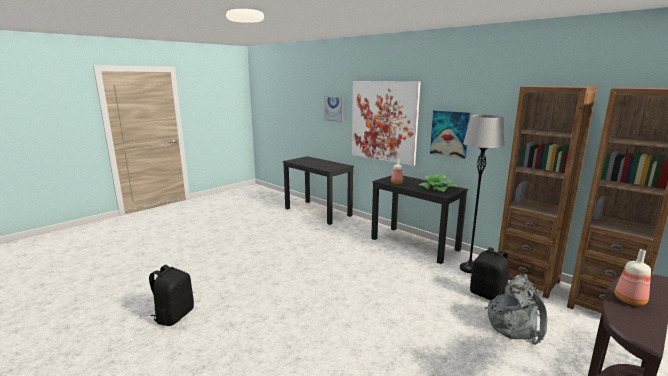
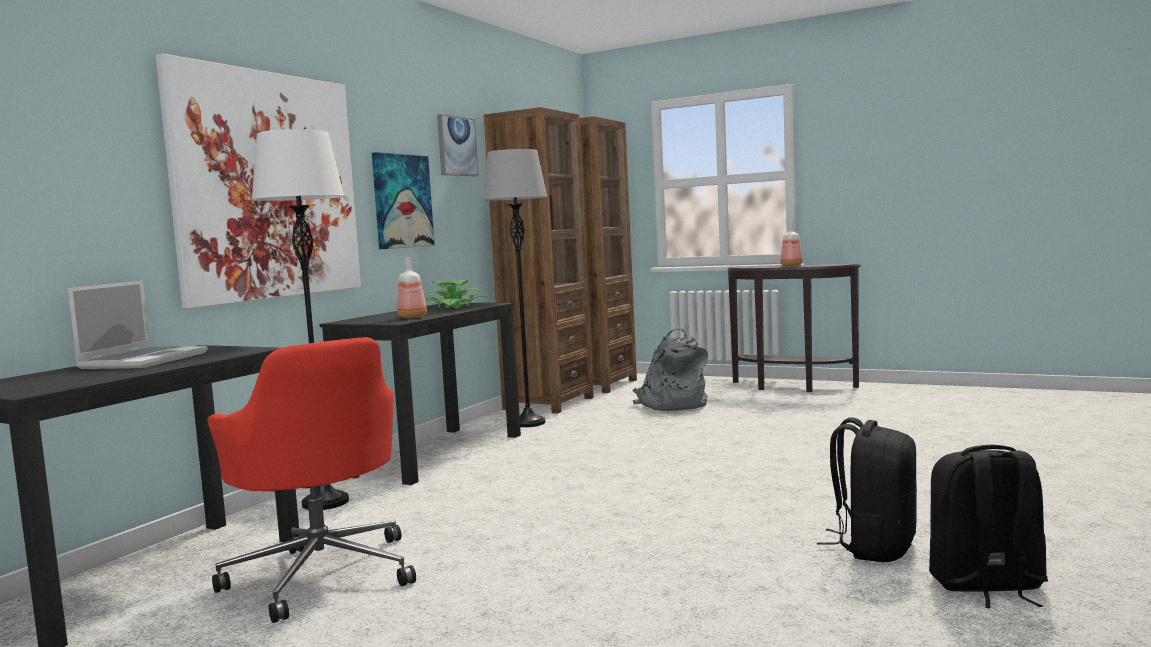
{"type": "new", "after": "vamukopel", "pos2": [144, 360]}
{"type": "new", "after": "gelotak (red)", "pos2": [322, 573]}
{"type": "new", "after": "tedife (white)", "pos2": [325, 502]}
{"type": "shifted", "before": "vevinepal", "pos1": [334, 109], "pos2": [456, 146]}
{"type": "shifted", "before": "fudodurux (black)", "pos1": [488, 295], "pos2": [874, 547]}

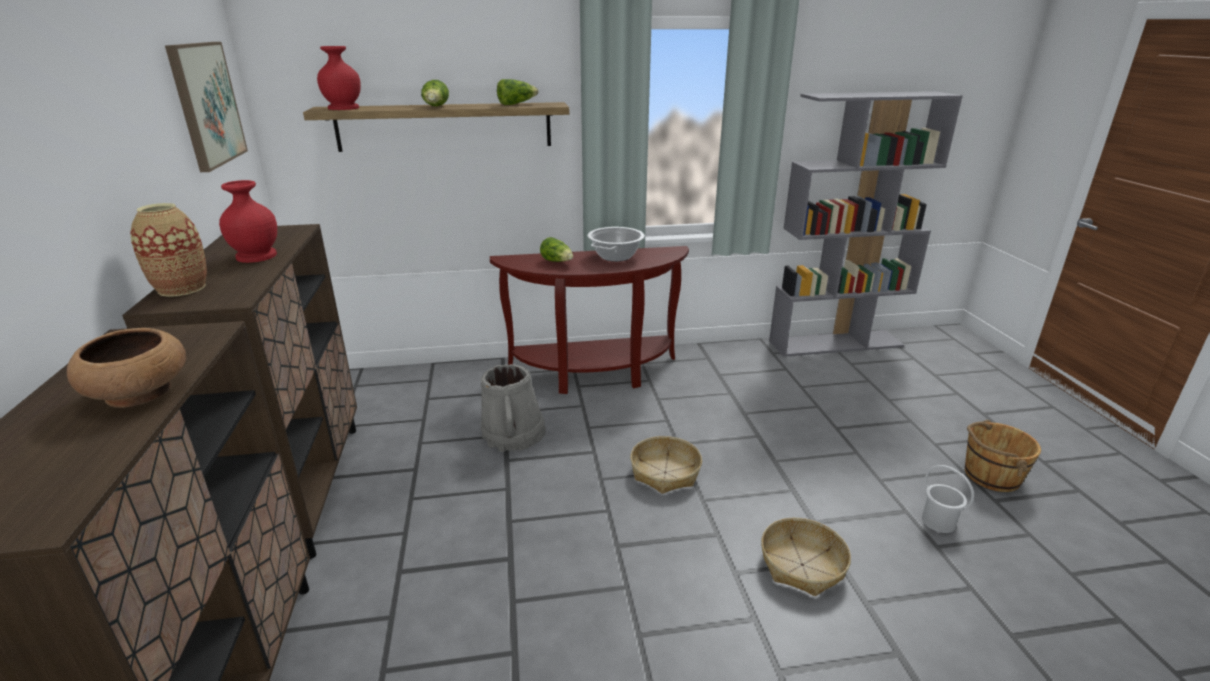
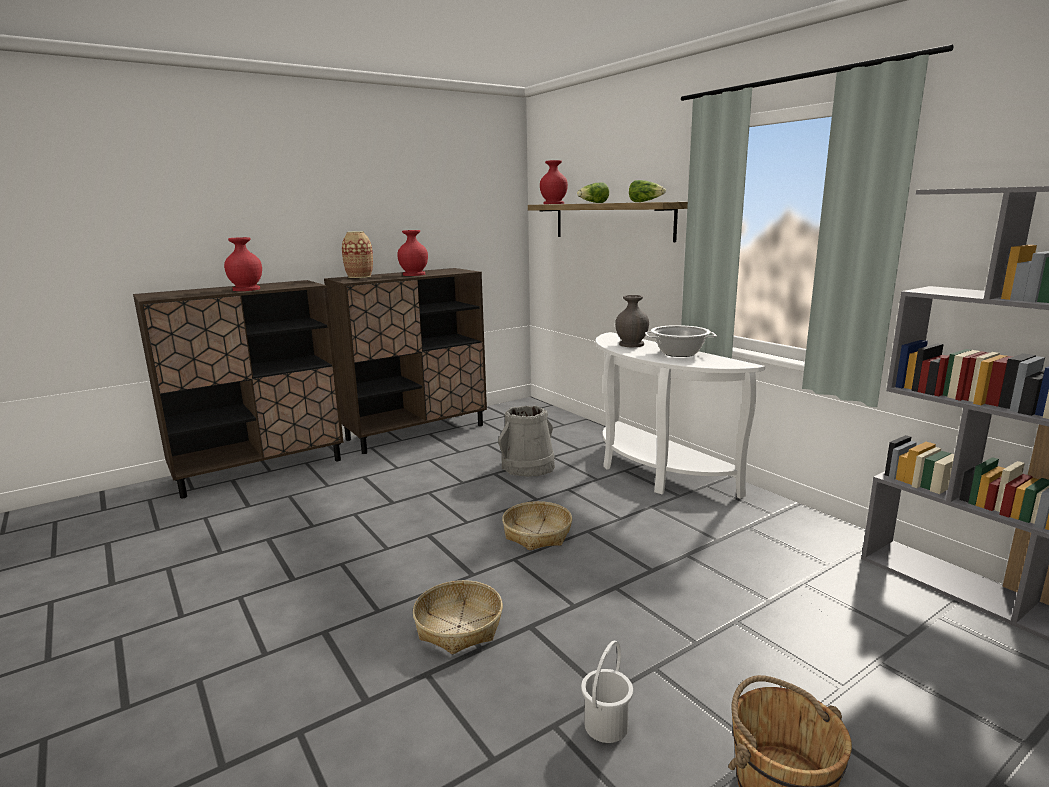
{"type": "swapped", "before": "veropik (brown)", "after": "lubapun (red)", "pos1": [140, 393], "pos2": [246, 289]}
{"type": "repainted", "before": "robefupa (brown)", "after": "robefupa (white)", "pos1": [595, 374], "pos2": [653, 472]}
{"type": "swapped", "before": "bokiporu", "after": "lubapun (grey)", "pos1": [557, 262], "pos2": [631, 344]}
{"type": "gone", "before": "vevinepal", "pos1": [206, 104]}

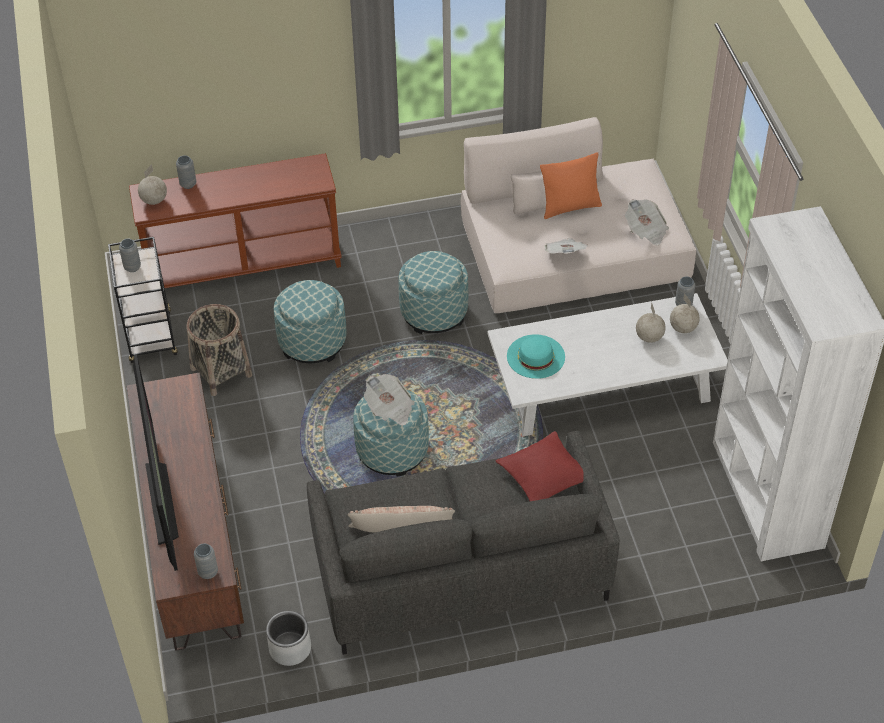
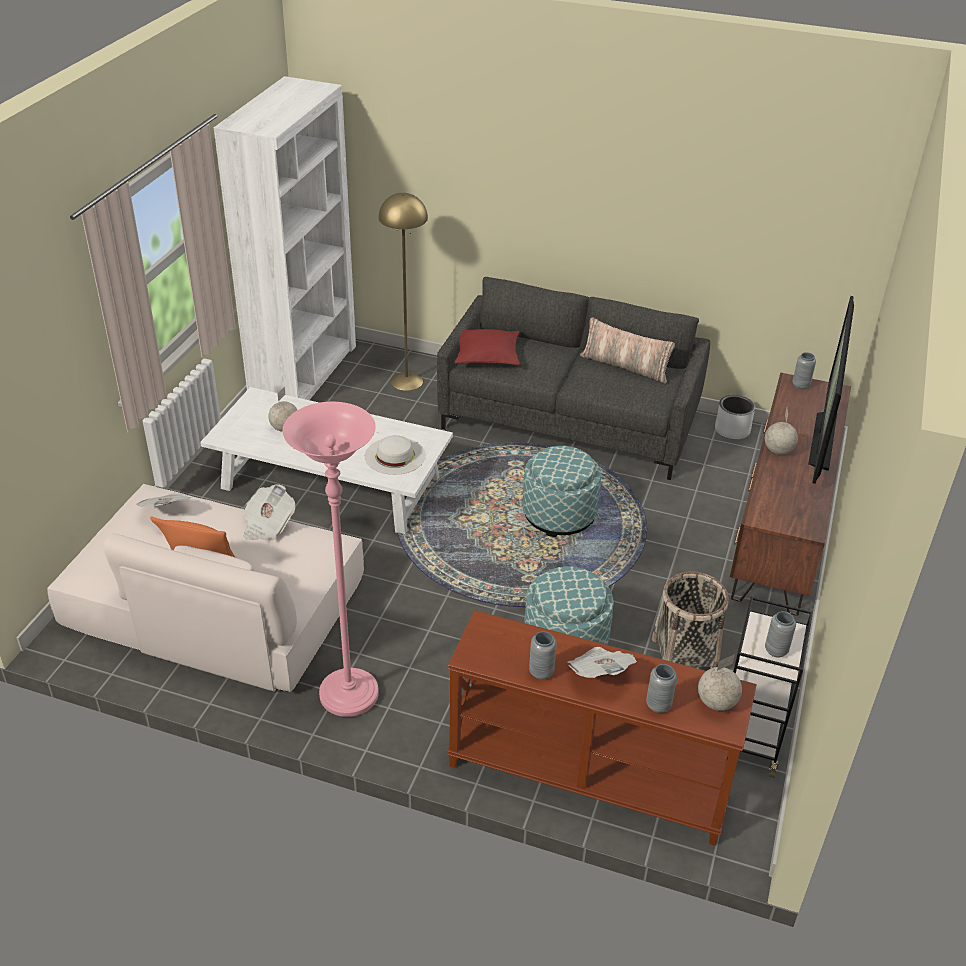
{"type": "new", "after": "tedife (pink)", "pos2": [349, 695]}
{"type": "repainted", "before": "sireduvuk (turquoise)", "after": "sireduvuk (white)", "pos1": [535, 356], "pos2": [395, 456]}
{"type": "new", "after": "tedife (yellow)", "pos2": [406, 381]}
{"type": "shifted", "before": "lubapun (grey)", "pos1": [683, 304], "pos2": [541, 672]}
{"type": "shifted", "before": "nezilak", "pos1": [390, 408], "pos2": [599, 674]}
{"type": "shifted", "before": "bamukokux", "pos1": [683, 328], "pos2": [777, 451]}
{"type": "gone", "before": "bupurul", "pos1": [434, 312]}

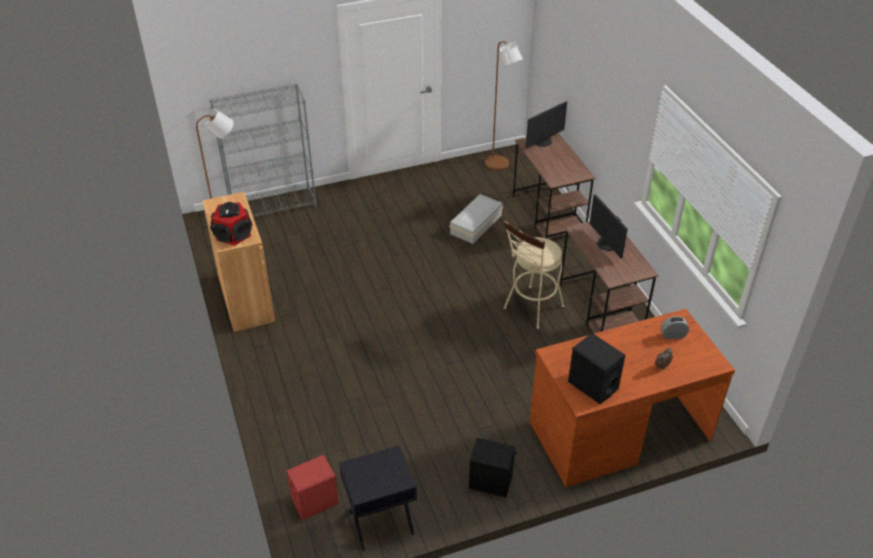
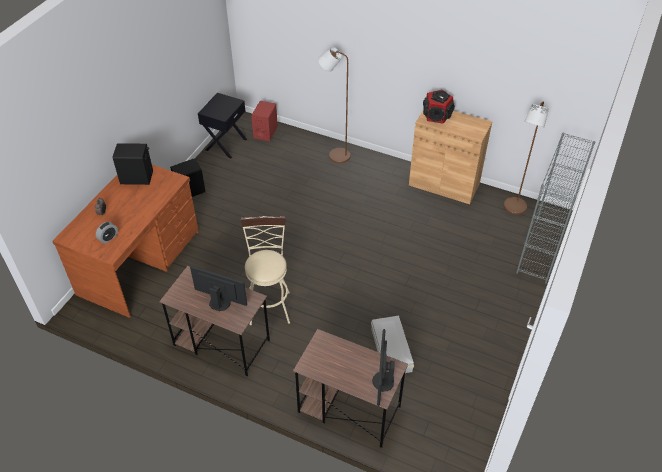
{"type": "shifted", "before": "tedife (brown)", "pos1": [500, 165], "pos2": [335, 155]}

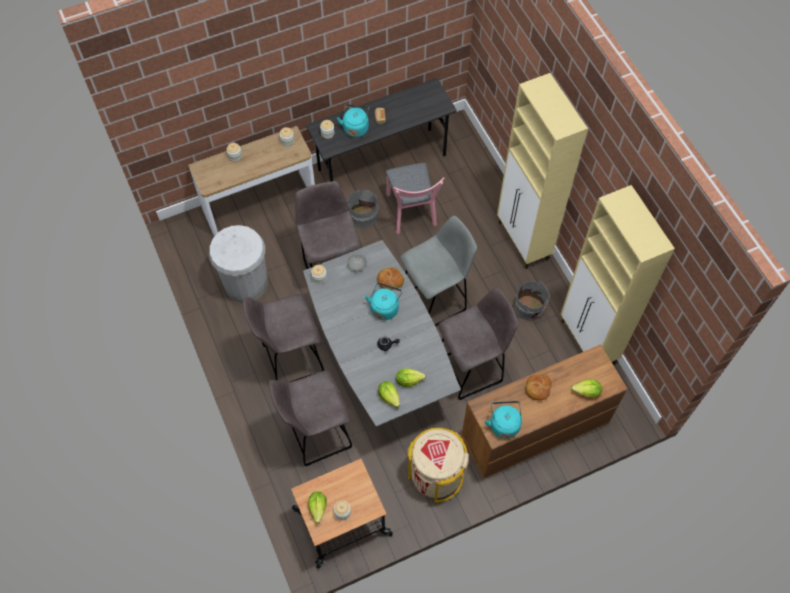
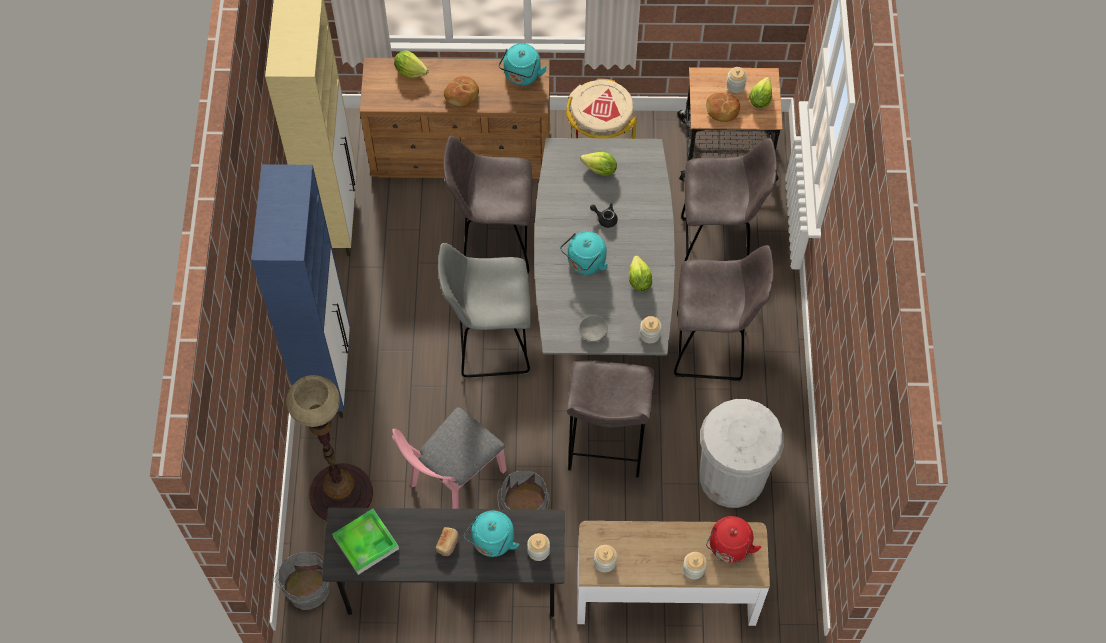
{"type": "repainted", "before": "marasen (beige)", "after": "marasen (blue)", "pos1": [523, 242], "pos2": [328, 376]}
{"type": "shifted", "before": "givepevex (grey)", "pos1": [530, 309], "pos2": [307, 587]}
{"type": "new", "after": "tedife", "pos2": [340, 494]}
{"type": "new", "after": "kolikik", "pos2": [366, 543]}
{"type": "rotated", "before": "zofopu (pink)", "pos1": [412, 213], "pos2": [453, 483], "turn": -150}
{"type": "shifted", "before": "bokiporu", "pos1": [389, 396], "pos2": [639, 281]}
{"type": "shifted", "before": "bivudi", "pos1": [390, 280], "pos2": [722, 110]}
{"type": "new", "after": "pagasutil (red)", "pos2": [729, 548]}

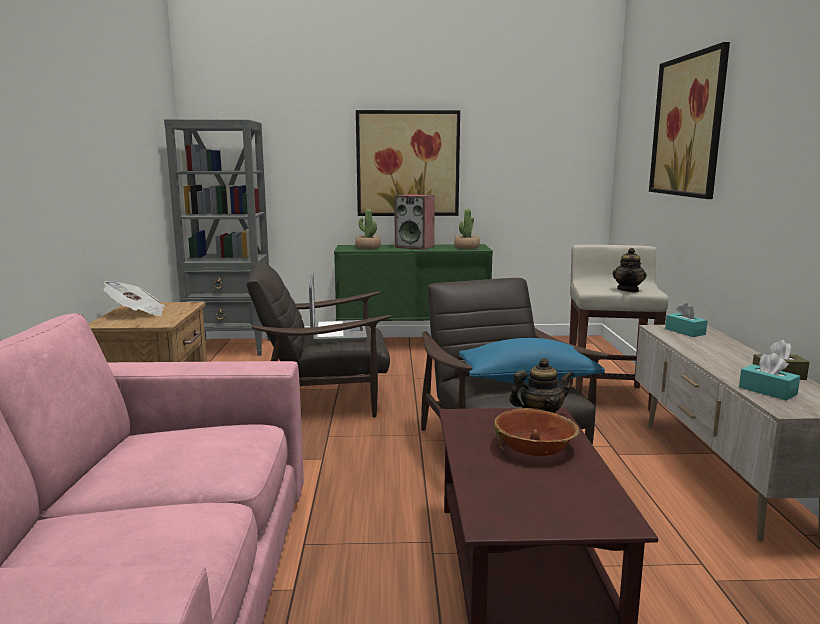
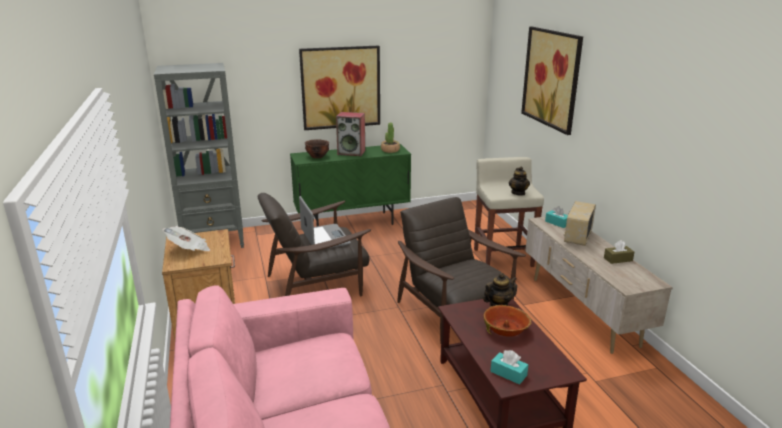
{"type": "swapped", "before": "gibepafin", "after": "veropik (brown)", "pos1": [368, 247], "pos2": [317, 156]}
{"type": "shifted", "before": "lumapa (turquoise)", "pos1": [767, 391], "pos2": [508, 373]}
{"type": "new", "after": "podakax", "pos2": [577, 237]}
{"type": "gone", "before": "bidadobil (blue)", "pos1": [527, 380]}

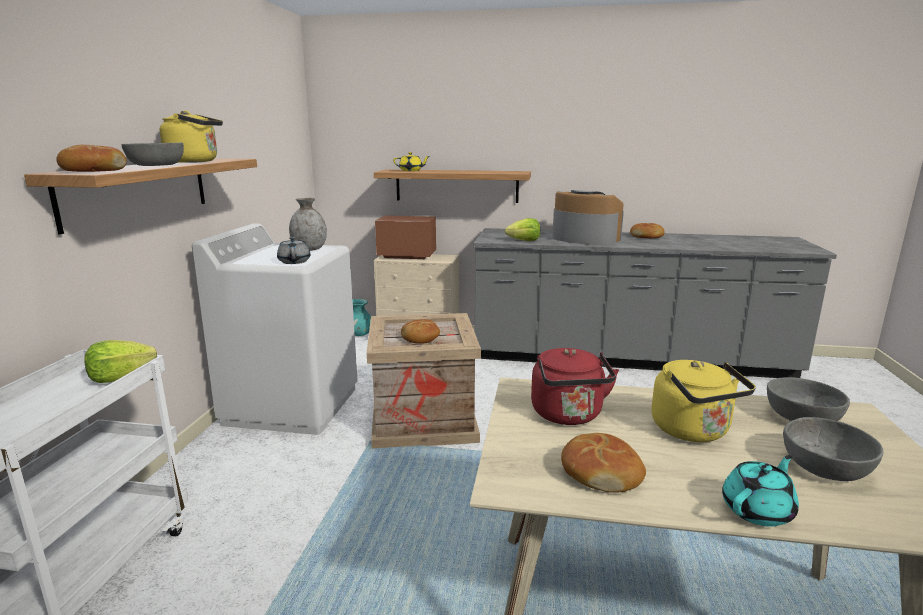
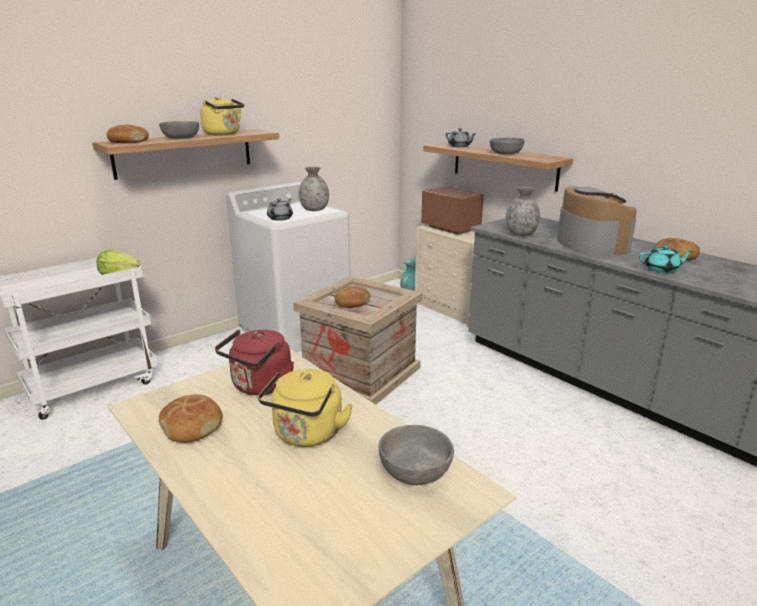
{"type": "repainted", "before": "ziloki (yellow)", "after": "ziloki (grey)", "pos1": [411, 170], "pos2": [459, 146]}
{"type": "shifted", "before": "veropik (grey)", "pos1": [825, 467], "pos2": [505, 153]}
{"type": "swapped", "before": "bokiporu", "after": "lubapun (grey)", "pos1": [524, 241], "pos2": [521, 234]}
{"type": "shifted", "before": "ziloki (turquoise)", "pos1": [758, 510], "pos2": [662, 270]}

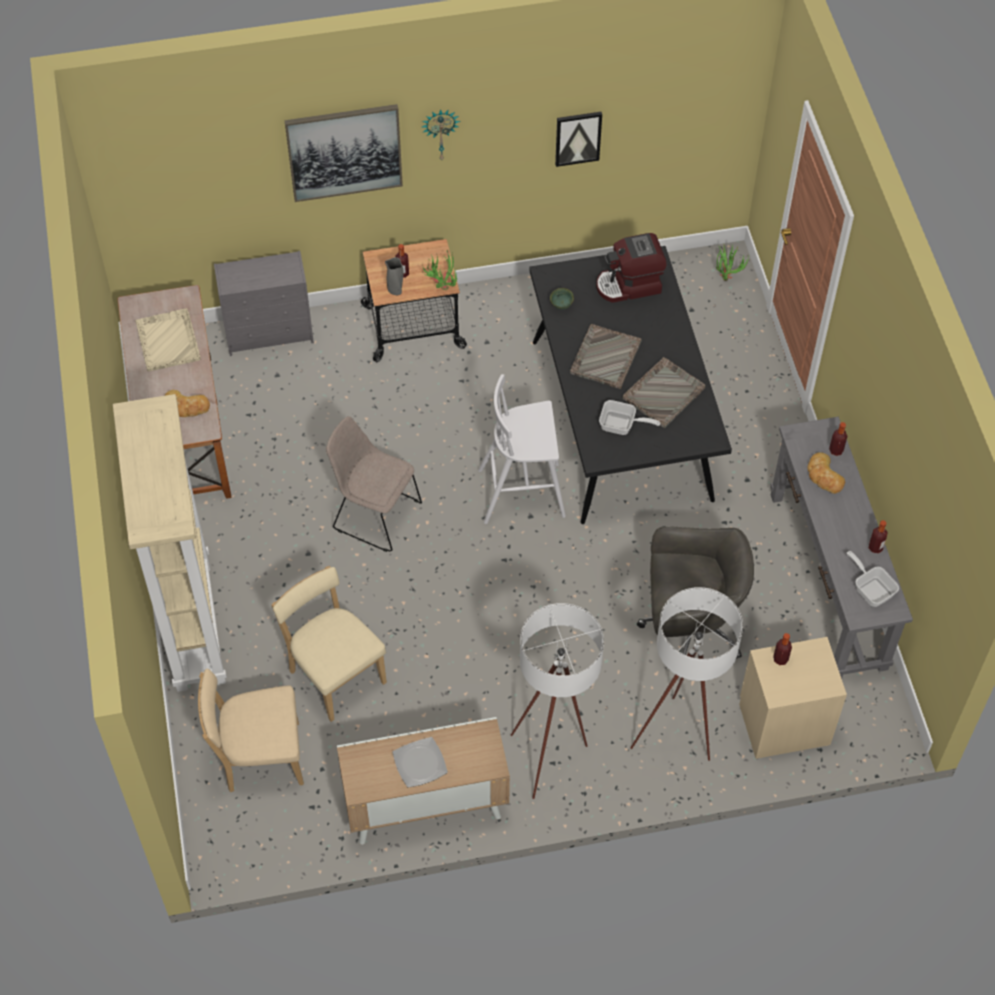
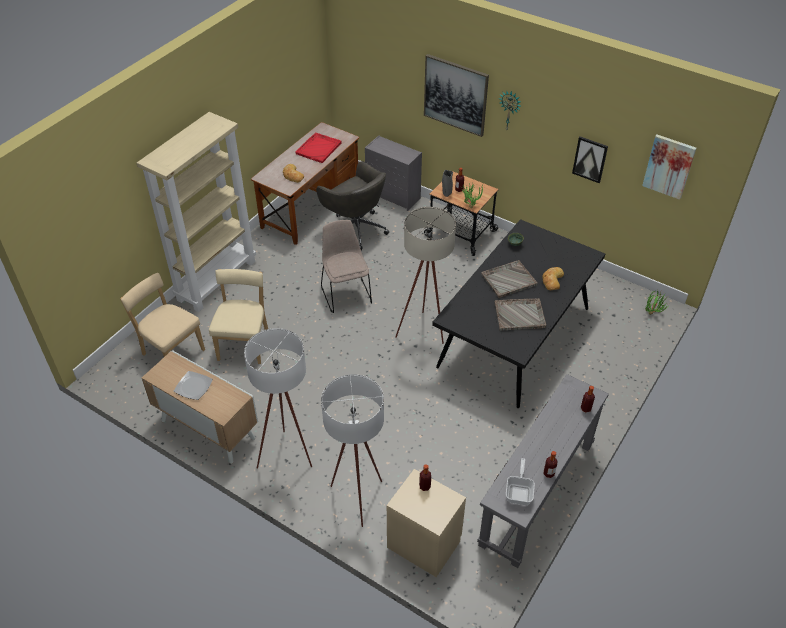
{"type": "repainted", "before": "kolikik (beige)", "after": "kolikik (red)", "pos1": [168, 340], "pos2": [319, 148]}
{"type": "shifted", "before": "gelotak (grey)", "pos1": [689, 626], "pos2": [356, 229]}
{"type": "swapped", "before": "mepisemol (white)", "after": "tedife (beige)", "pos1": [523, 493], "pos2": [425, 334]}
{"type": "shifted", "before": "bivudi", "pos1": [824, 476], "pos2": [552, 280]}
{"type": "new", "after": "vevinepal", "pos2": [669, 166]}
{"type": "gone", "before": "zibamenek", "pos1": [629, 285]}
{"type": "gone", "before": "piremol", "pos1": [621, 426]}

